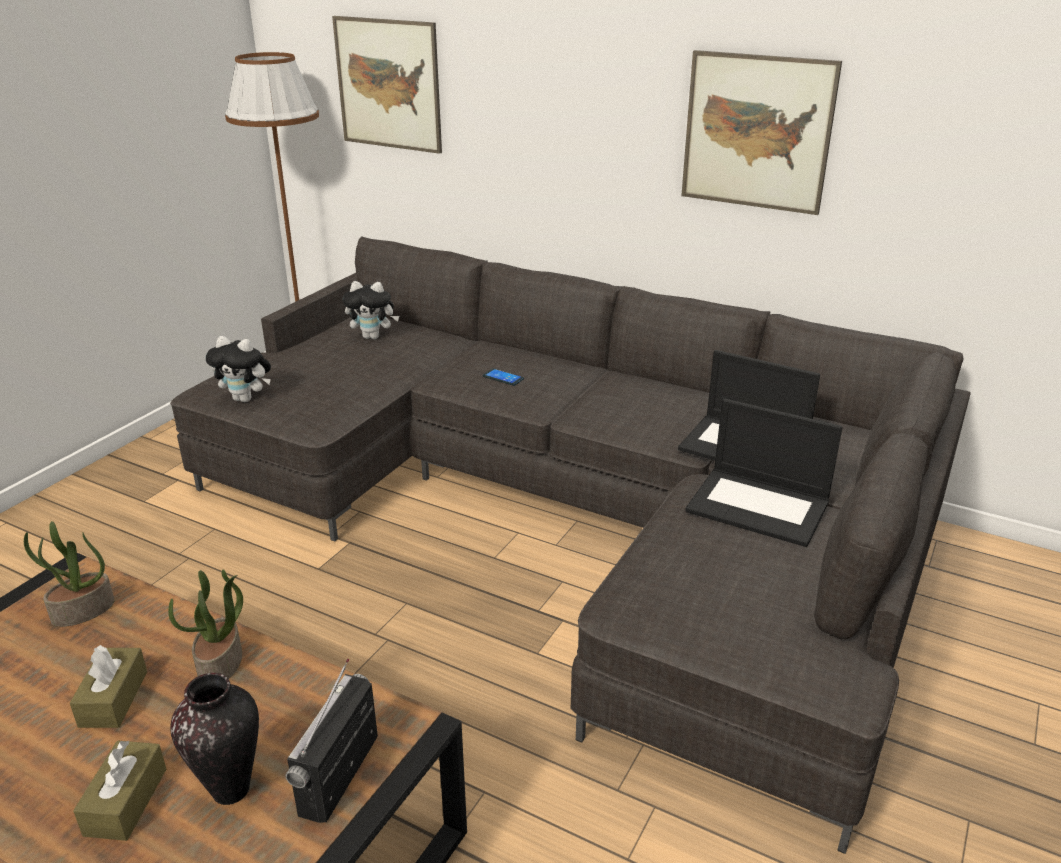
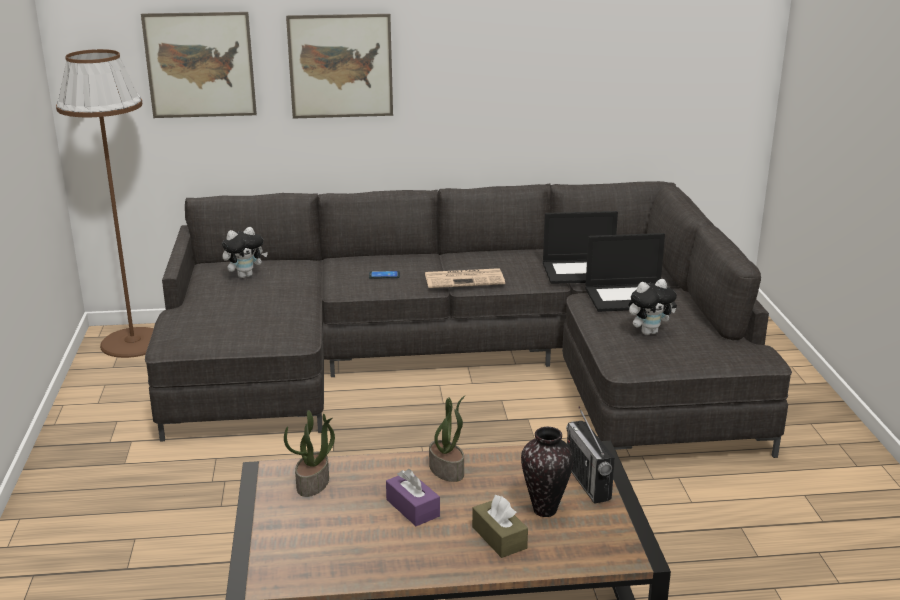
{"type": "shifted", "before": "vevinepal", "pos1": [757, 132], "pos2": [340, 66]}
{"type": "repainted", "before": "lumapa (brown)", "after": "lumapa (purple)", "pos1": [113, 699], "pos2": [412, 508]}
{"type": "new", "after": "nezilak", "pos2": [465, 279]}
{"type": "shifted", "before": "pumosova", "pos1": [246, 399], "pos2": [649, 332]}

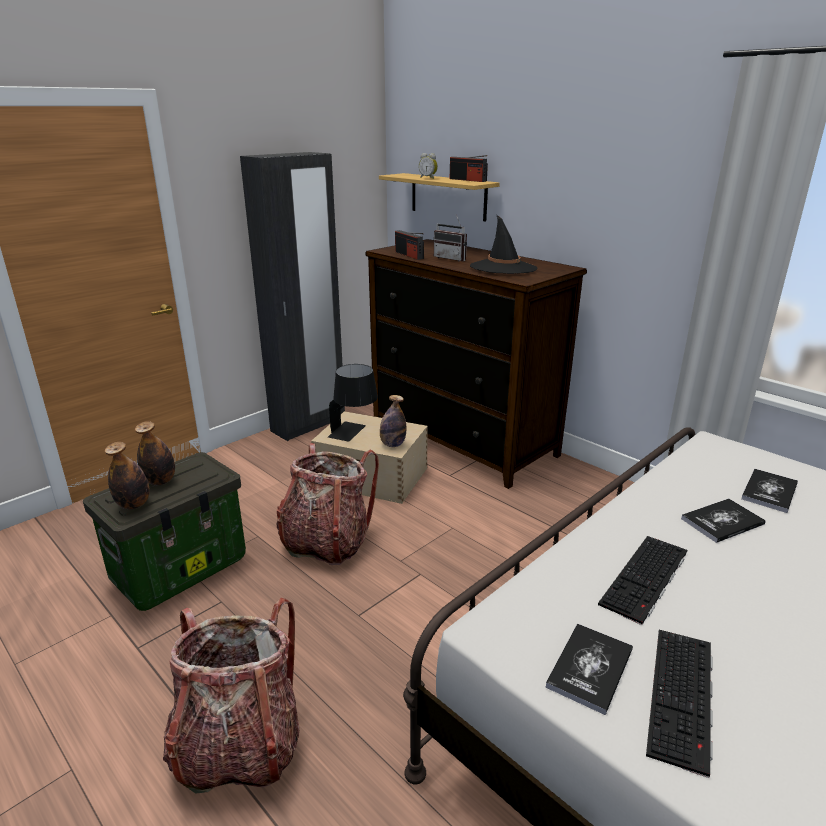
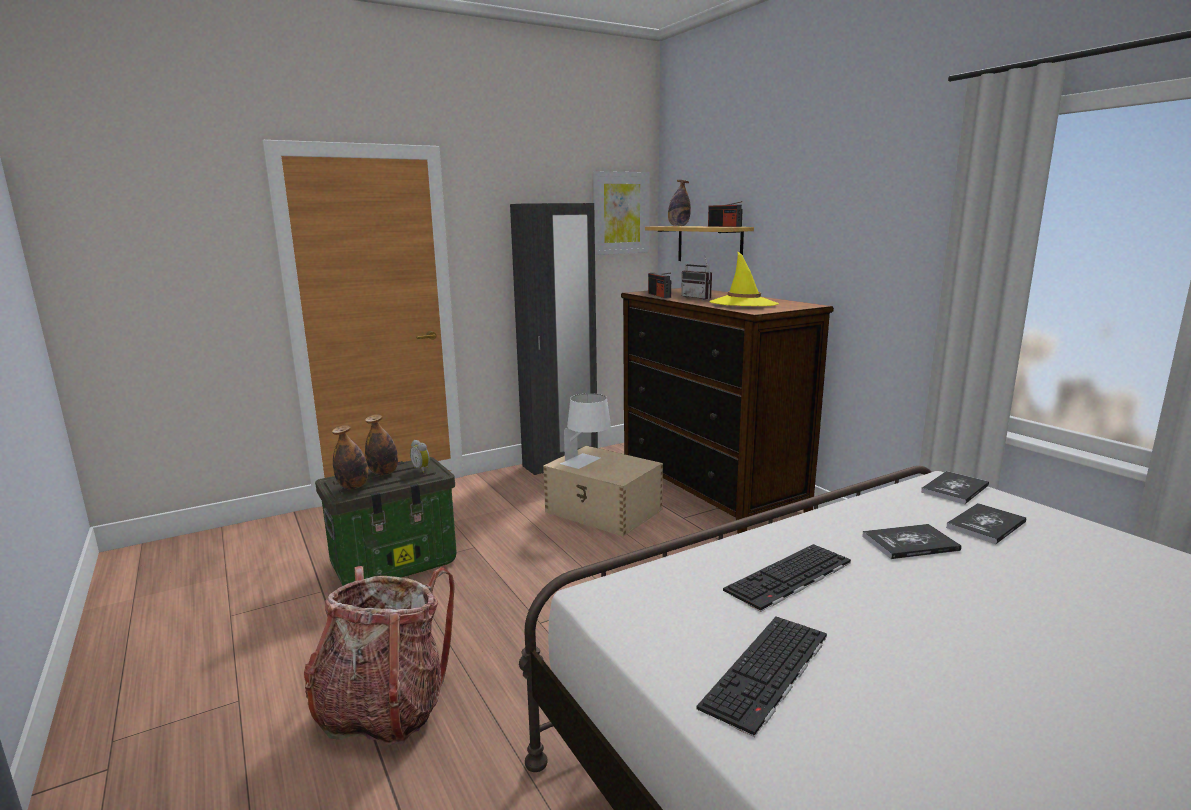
{"type": "shifted", "before": "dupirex", "pos1": [428, 178], "pos2": [422, 469]}
{"type": "repainted", "before": "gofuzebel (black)", "after": "gofuzebel (white)", "pos1": [354, 432], "pos2": [587, 462]}
{"type": "new", "after": "vevinepal", "pos2": [620, 213]}
{"type": "shifted", "before": "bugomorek", "pos1": [392, 444], "pos2": [678, 226]}
{"type": "repainted", "before": "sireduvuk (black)", "after": "sireduvuk (yellow)", "pos1": [503, 268], "pos2": [743, 304]}
{"type": "shifted", "before": "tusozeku", "pos1": [590, 668], "pos2": [955, 489]}
{"type": "gone", "before": "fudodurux", "pos1": [327, 542]}

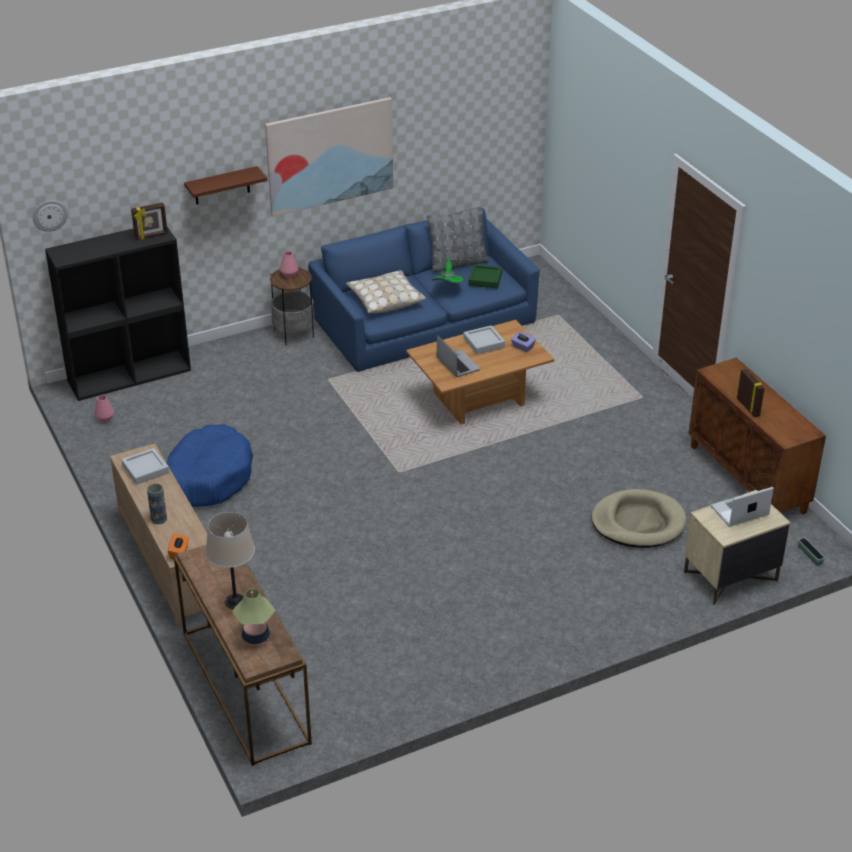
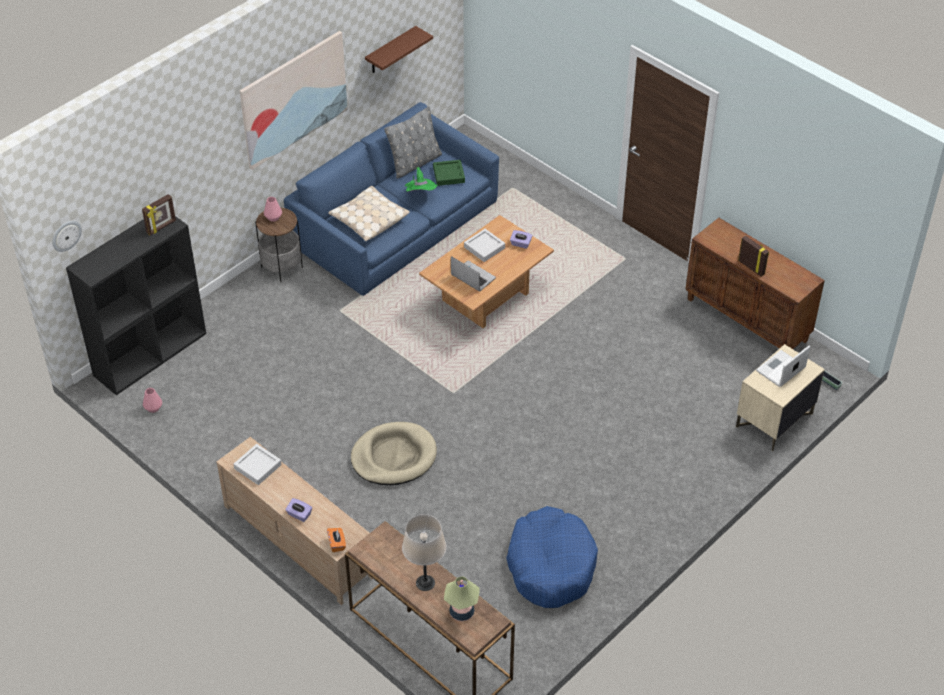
{"type": "swapped", "before": "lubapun", "after": "lumapa (purple)", "pos1": [159, 519], "pos2": [299, 515]}
{"type": "shifted", "before": "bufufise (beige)", "pos1": [638, 522], "pos2": [393, 456]}
{"type": "shifted", "before": "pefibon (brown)", "pos1": [222, 186], "pos2": [390, 51]}
{"type": "shifted", "before": "bufufise (blue)", "pos1": [207, 477], "pos2": [551, 565]}

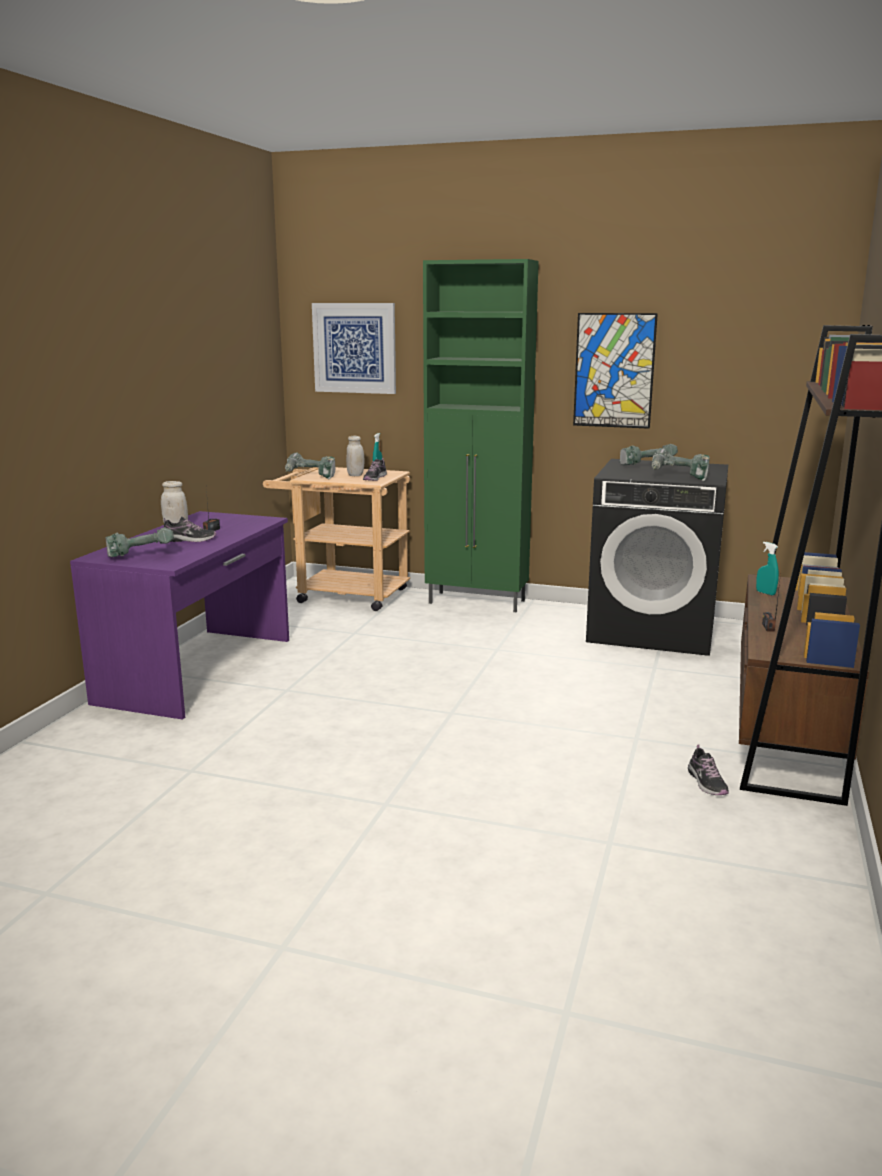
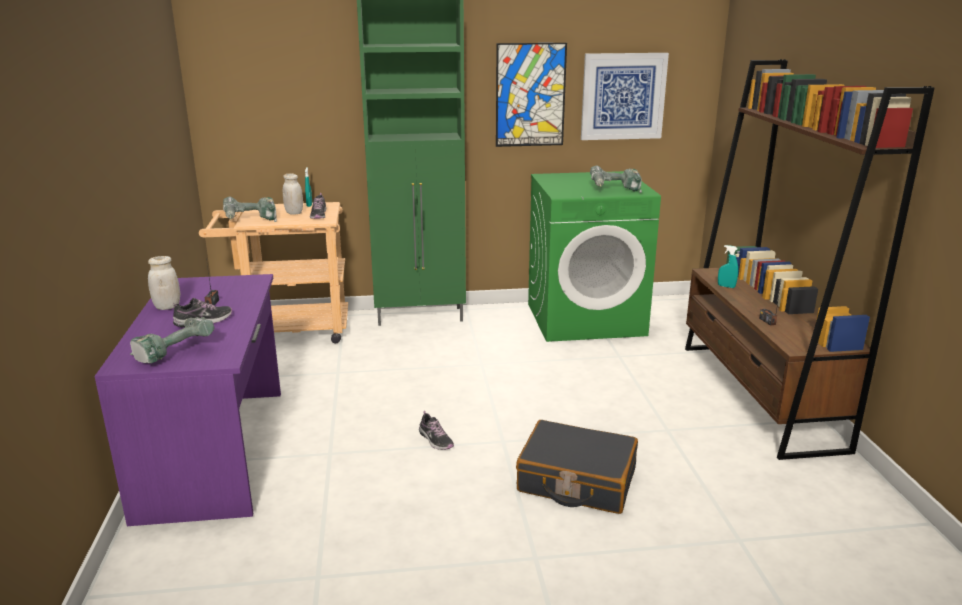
{"type": "shifted", "before": "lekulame", "pos1": [706, 783], "pos2": [435, 440]}
{"type": "new", "after": "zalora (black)", "pos2": [576, 481]}
{"type": "repainted", "before": "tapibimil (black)", "after": "tapibimil (green)", "pos1": [653, 630], "pos2": [586, 319]}
{"type": "shifted", "before": "vevinepal", "pos1": [354, 348], "pos2": [623, 96]}
{"type": "gone", "before": "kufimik", "pos1": [646, 465]}

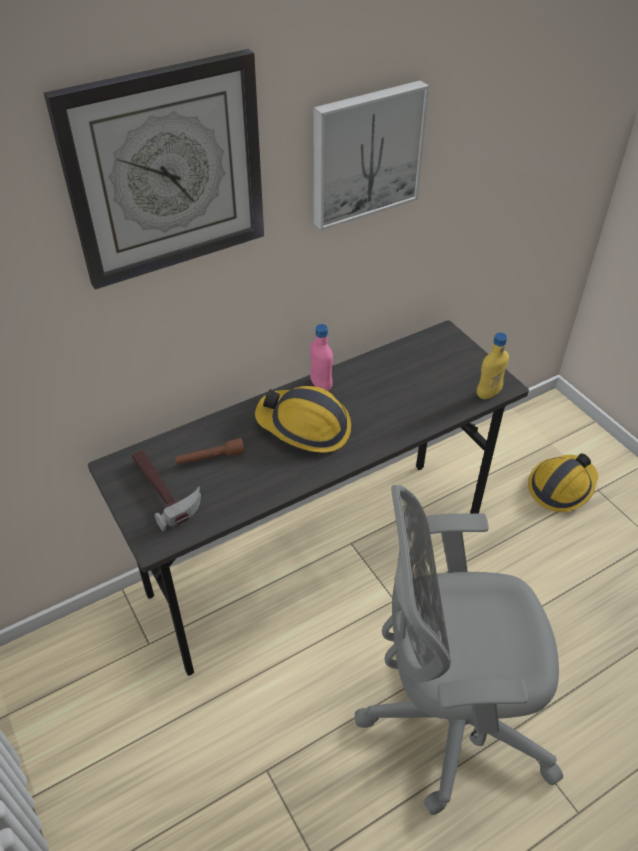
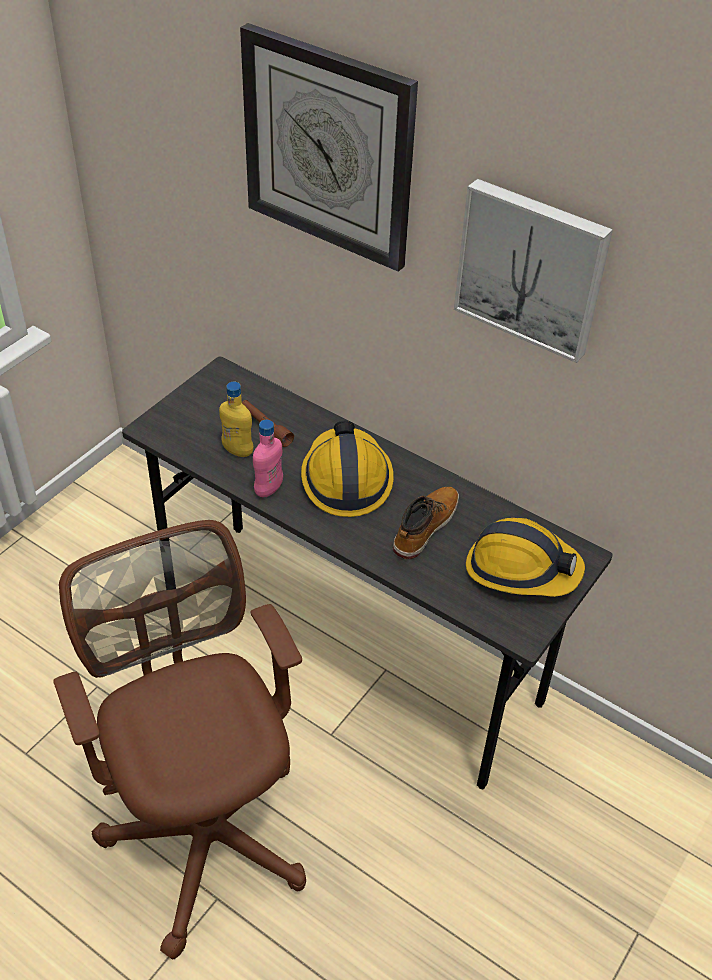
{"type": "repainted", "before": "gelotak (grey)", "after": "gelotak (brown)", "pos1": [446, 719], "pos2": [204, 827]}
{"type": "shifted", "before": "bugomorek (yellow)", "pos1": [488, 393], "pos2": [238, 451]}
{"type": "shifted", "before": "bugomorek (pink)", "pos1": [321, 385], "pos2": [268, 489]}
{"type": "new", "after": "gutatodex", "pos2": [424, 527]}
{"type": "shifted", "before": "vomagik", "pos1": [561, 487], "pos2": [521, 569]}
{"type": "gone", "before": "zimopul", "pos1": [165, 489]}

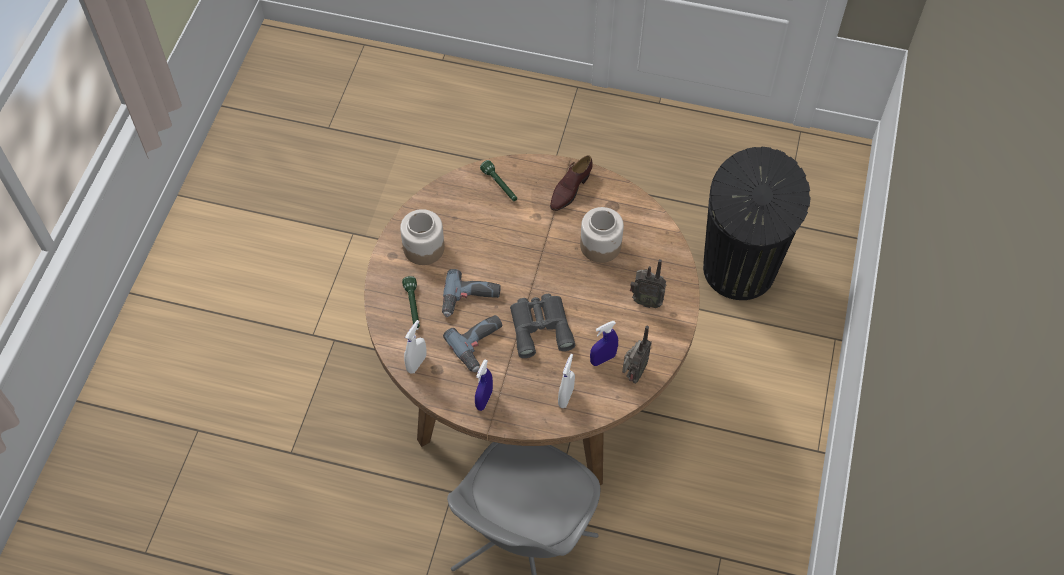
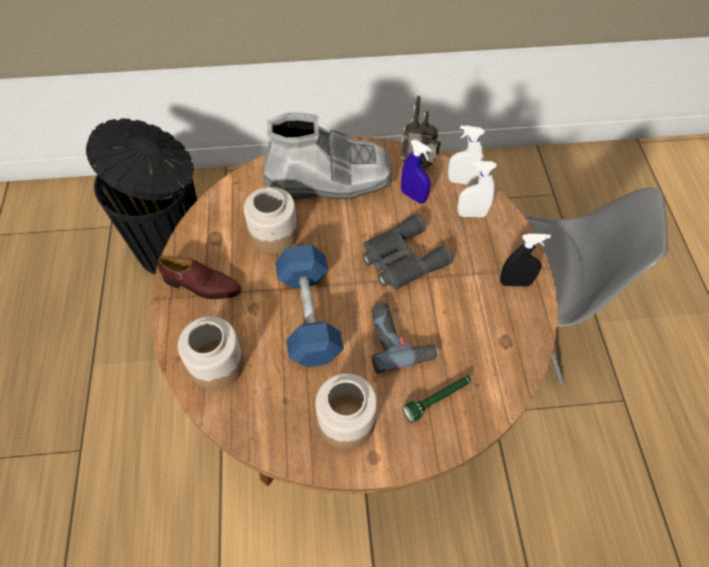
{"type": "swapped", "before": "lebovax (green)", "after": "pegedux", "pos1": [500, 186], "pos2": [217, 363]}
{"type": "swapped", "before": "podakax", "after": "gutatodex (grey)", "pos1": [646, 300], "pos2": [329, 179]}
{"type": "new", "after": "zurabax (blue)", "pos2": [309, 315]}
{"type": "shifted", "before": "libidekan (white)", "pos1": [416, 363], "pos2": [461, 181]}
{"type": "repainted", "before": "libidekan (blue)", "after": "libidekan (black)", "pos1": [484, 400], "pos2": [515, 282]}
{"type": "gone", "before": "kufimik", "pos1": [480, 345]}

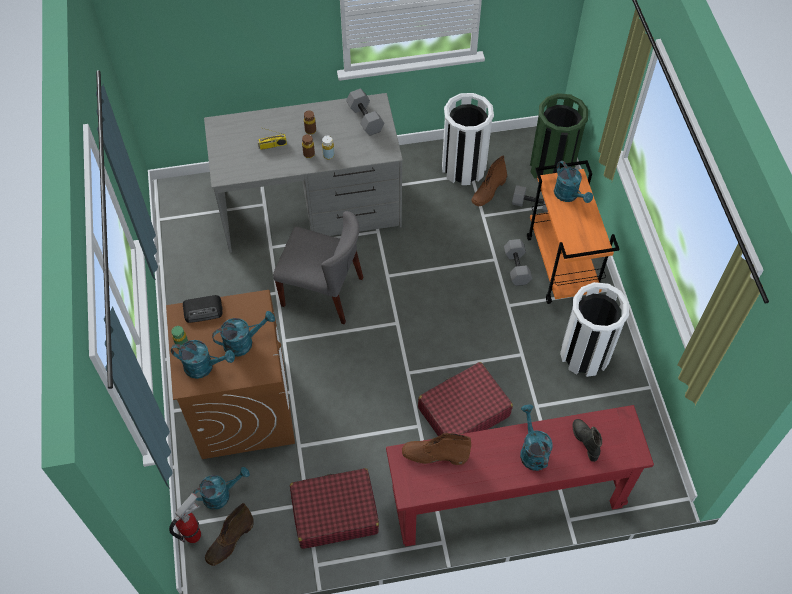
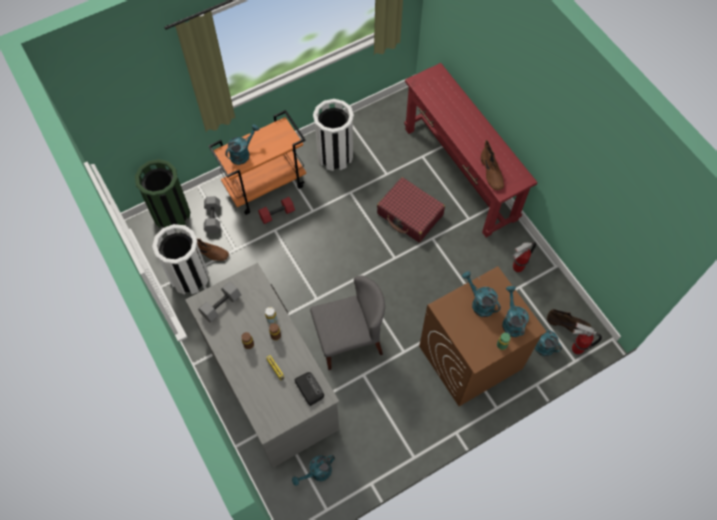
{"type": "repainted", "before": "zurabax (grey)", "after": "zurabax (red)", "pos1": [517, 267], "pos2": [277, 213]}
{"type": "shifted", "before": "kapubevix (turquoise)", "pos1": [532, 450], "pos2": [317, 473]}
{"type": "shifted", "before": "podakax", "pos1": [203, 310], "pos2": [309, 388]}
{"type": "rotated", "before": "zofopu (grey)", "pos1": [323, 292], "pos2": [349, 340], "turn": 75}
{"type": "swapped", "before": "zalora (red)", "after": "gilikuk", "pos1": [334, 513], "pos2": [517, 268]}
{"type": "gone", "before": "gutatodex (black)", "pos1": [585, 441]}

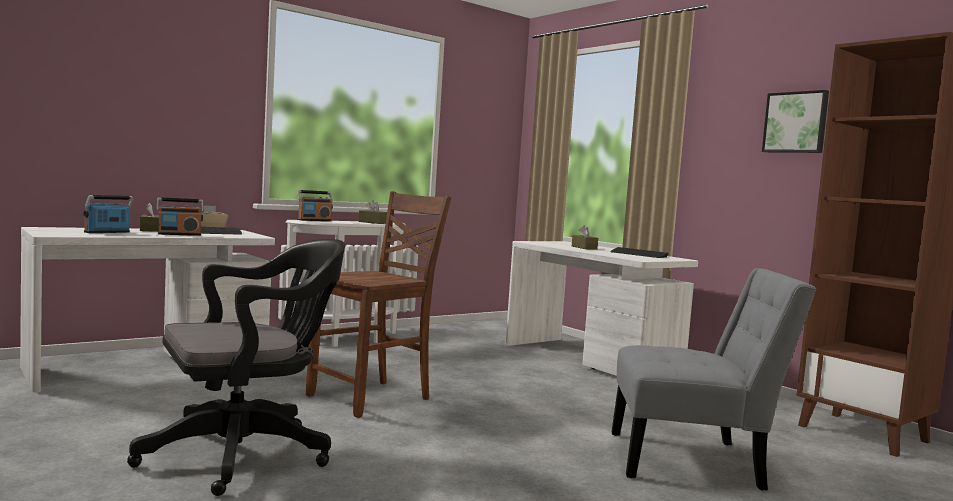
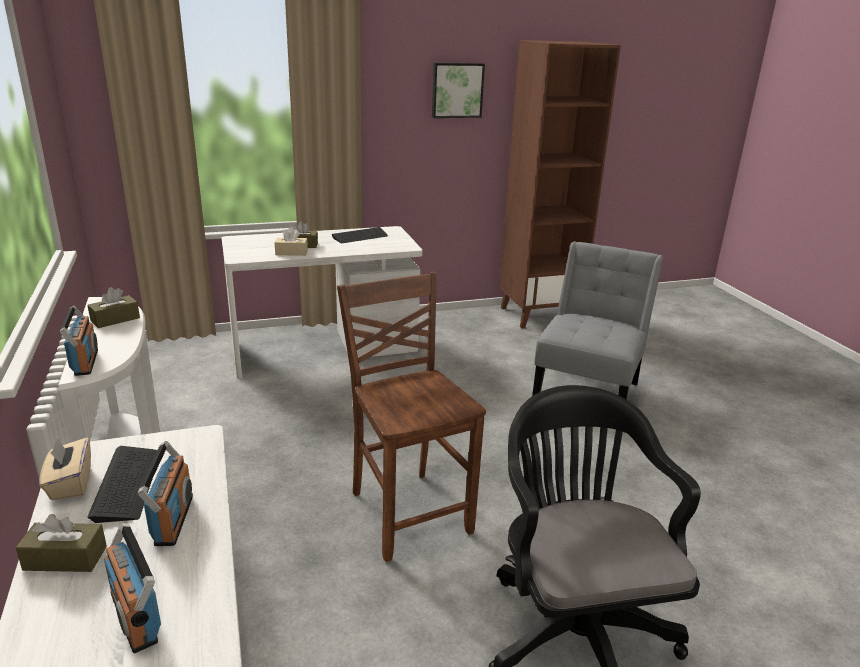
{"type": "new", "after": "lumapa (beige)", "pos2": [291, 252]}

